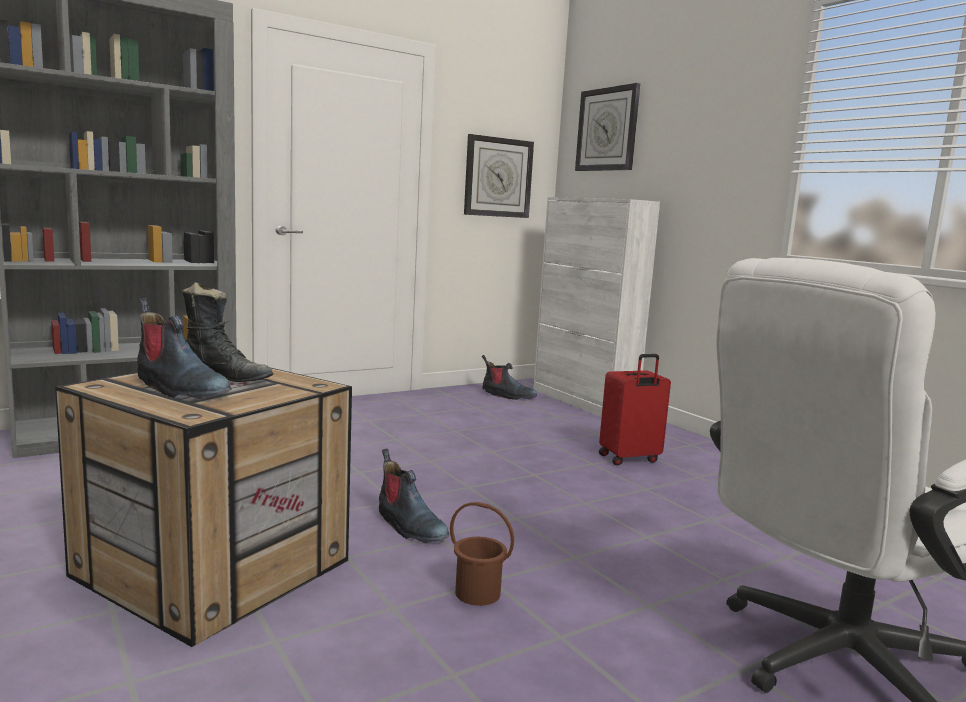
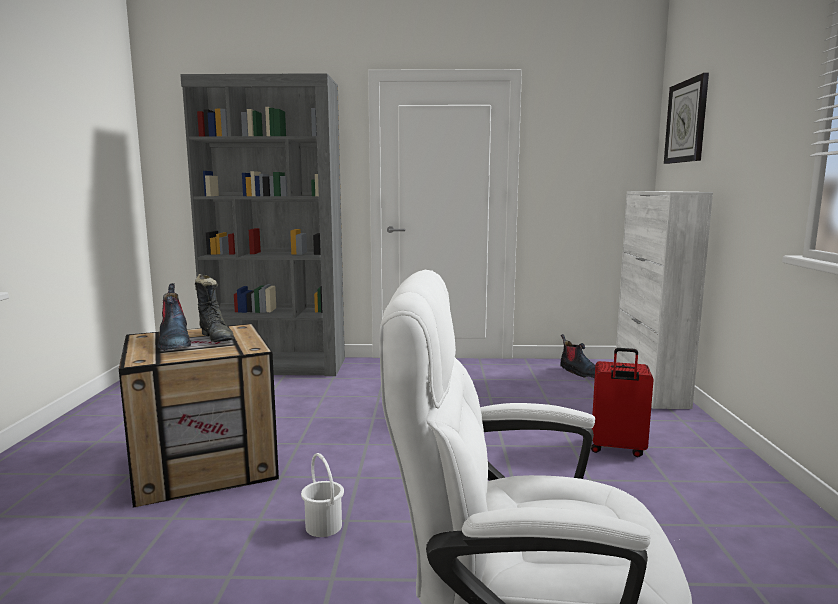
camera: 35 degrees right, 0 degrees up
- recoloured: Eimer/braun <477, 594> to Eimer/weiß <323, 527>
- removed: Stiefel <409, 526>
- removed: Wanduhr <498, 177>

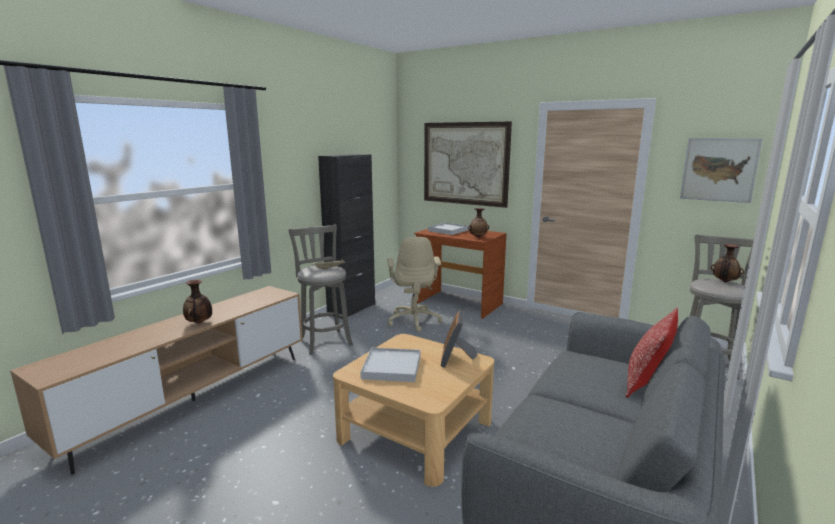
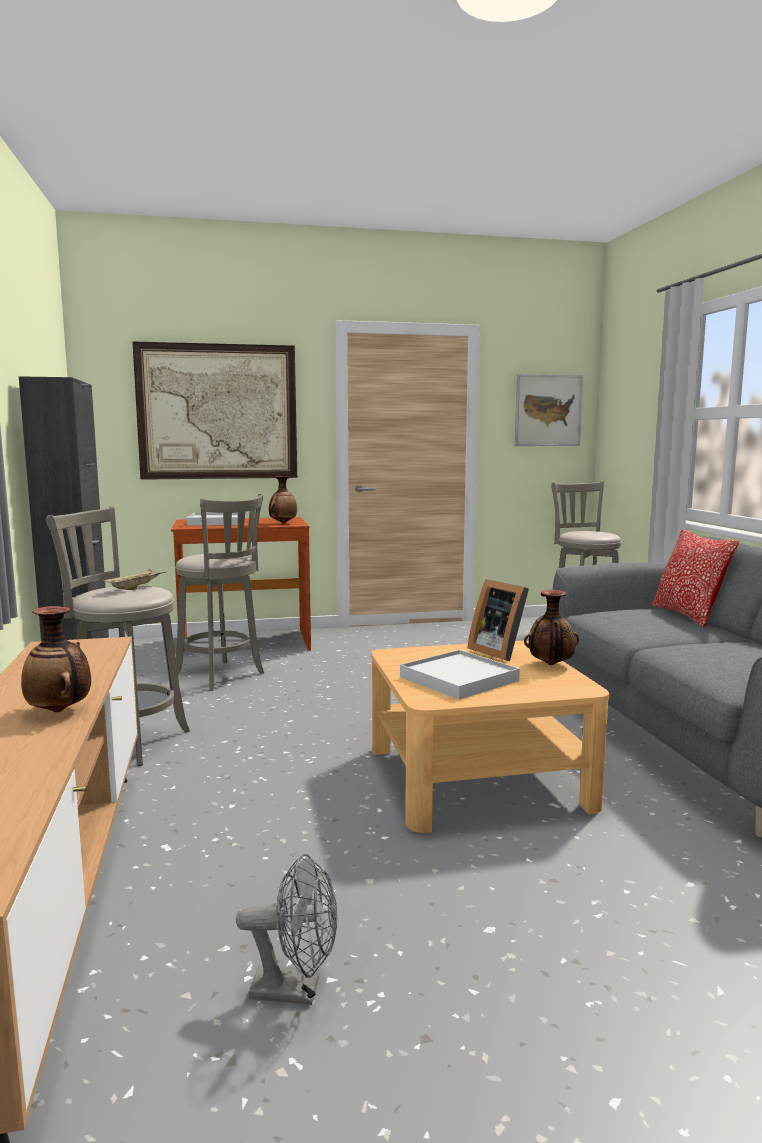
camera: 45 degrees left, 5 degrees down
- replaced: Bürostuhl/beige <414, 320> to Hocker/grau <222, 676>
- added: Ventilator/grau <296, 990>
- moved: Vase <724, 282> to <550, 665>

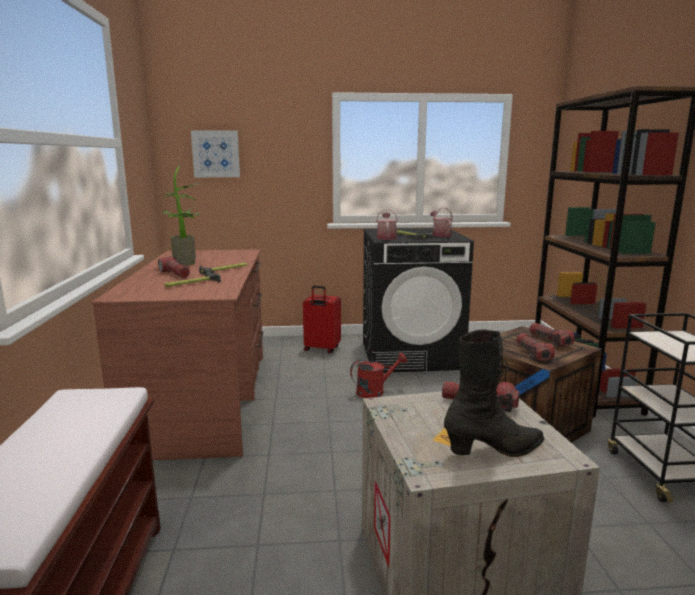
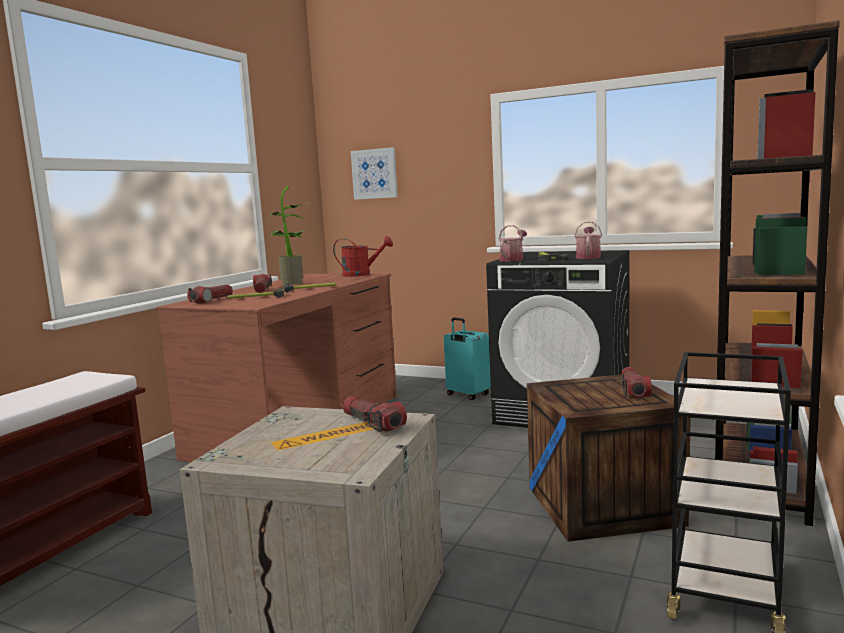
camera: 30 degrees right, 5 degrees down
- moved: Taschenlampe <532, 353> to <212, 300>
- moved: Gießkanne/rot <375, 391> to <362, 274>
- recoloured: Koffer/rot <321, 349> to Koffer/türkis <467, 395>
- removed: Stiefel/schwarz <495, 450>

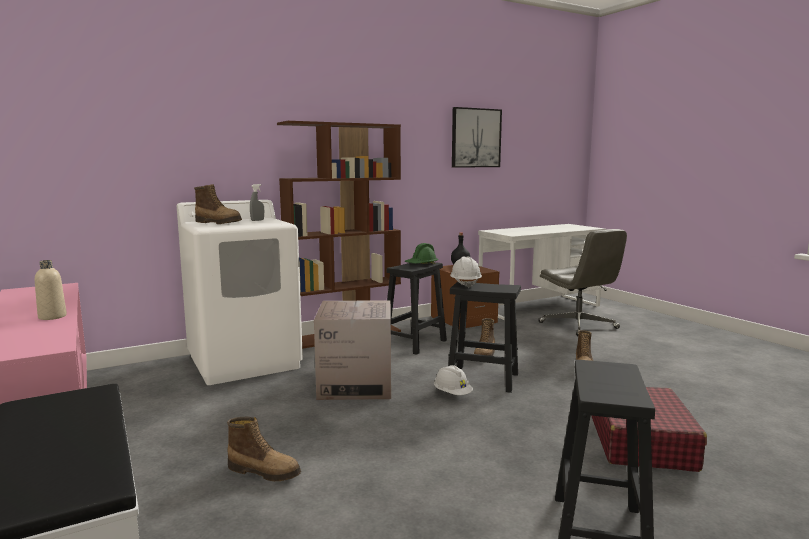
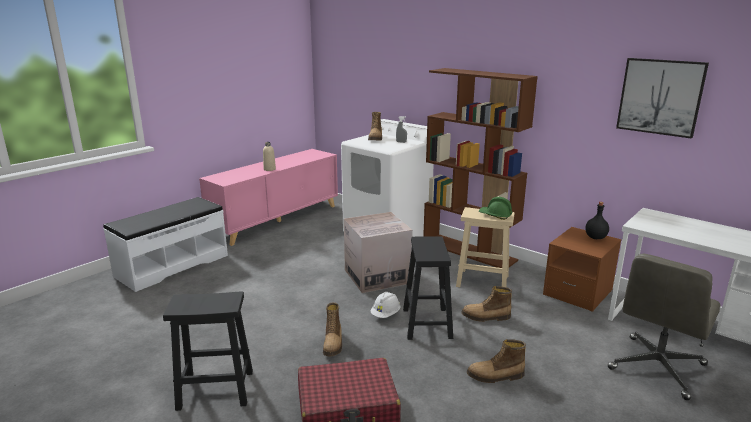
camera: 70 degrees right, 10 degrees up
- moved: Stiefel <265, 471> to <333, 344>
- recoloured: Hocker/schwarz <415, 343> to Hocker/beige <483, 281>
- removed: Schutzhelm/weiß <465, 284>

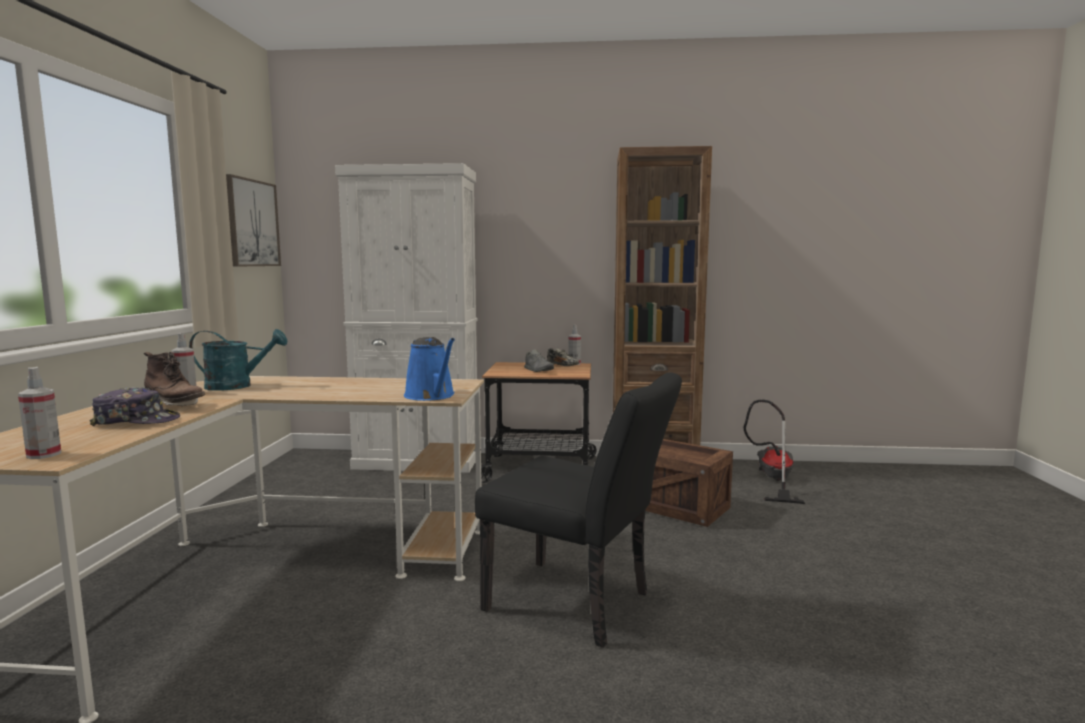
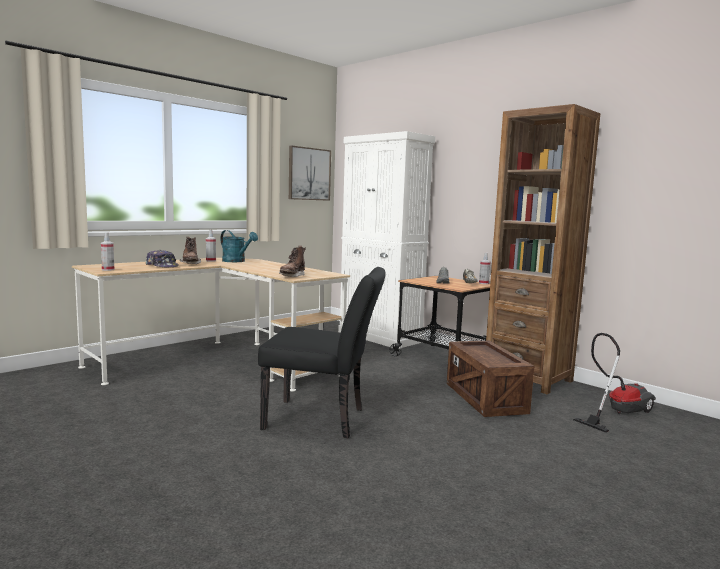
camera: 40 degrees right, 0 degrees up
- turned: Stuhl/schwarz <578, 605> = <322, 419> 60 degrees counterclockwise
- replaced: Gießkanne/blau <431, 396> to Stiefel/braun <292, 276>

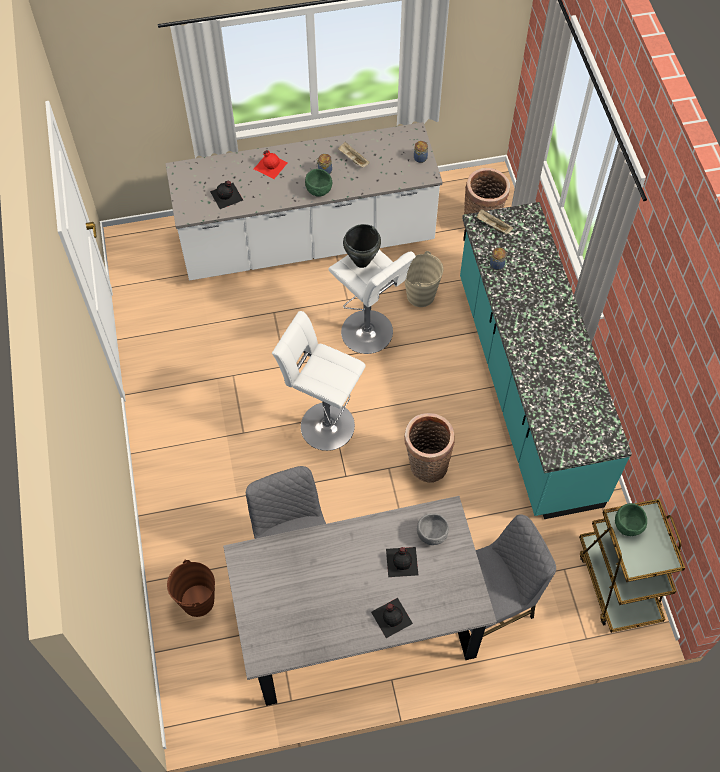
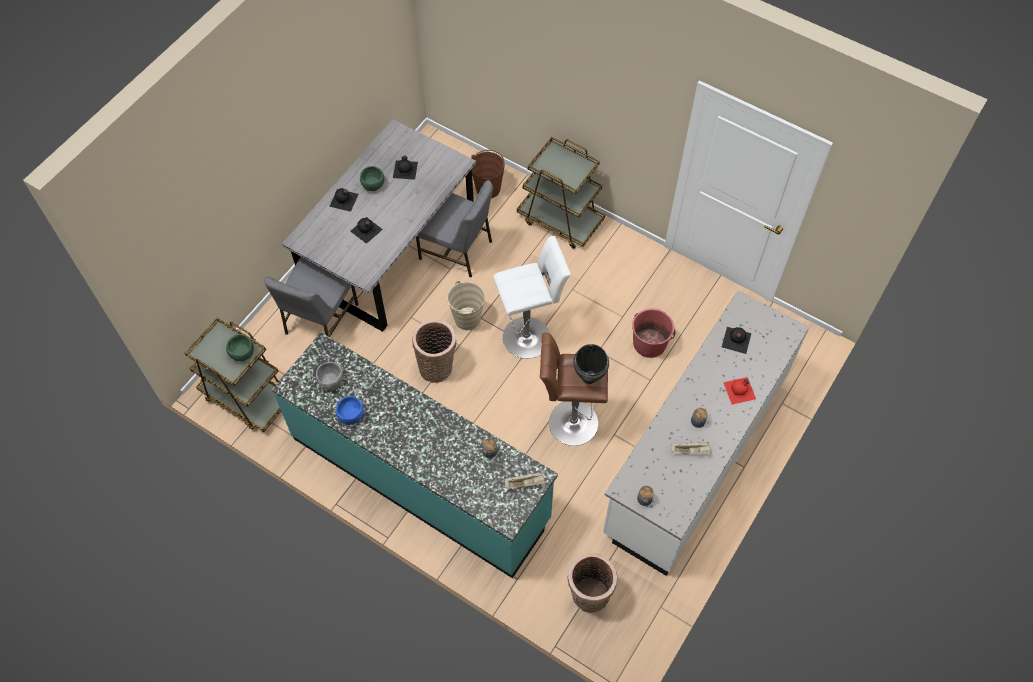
camera: 135 degrees right, 0 degrees up
- moved: Schüssel/grau <431, 535> to <331, 381>
- added: Schüssel/blau <351, 416>
- moved: Schüssel/grün <318, 191> to <373, 185>
- added: Flasche/schwarz <405, 169>
- moved: Eimer/beige <421, 295> to <467, 319>
- added: Rollwagen/braun <560, 220>
- recoloured: Hocker/weiß <370, 334> to Hocker/braun <569, 422>
- added: Eimer/rot <649, 343>

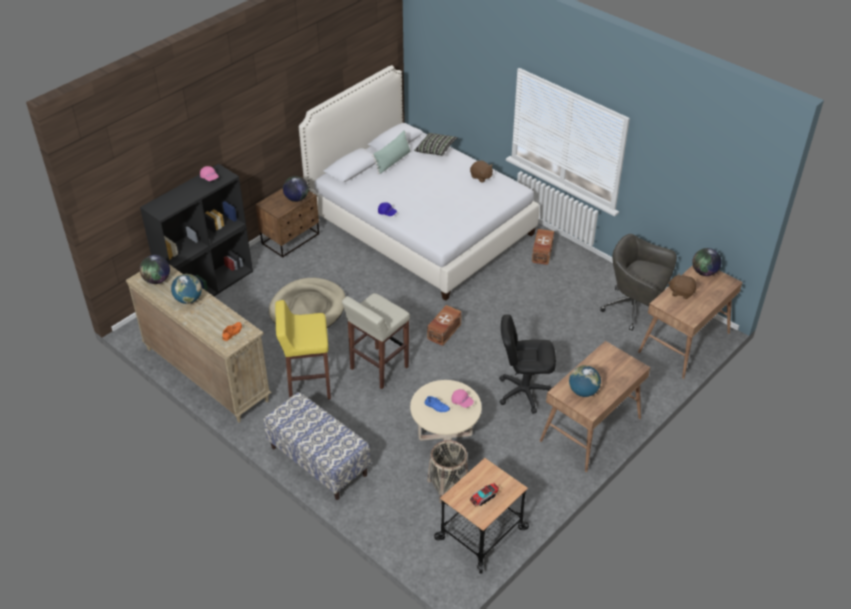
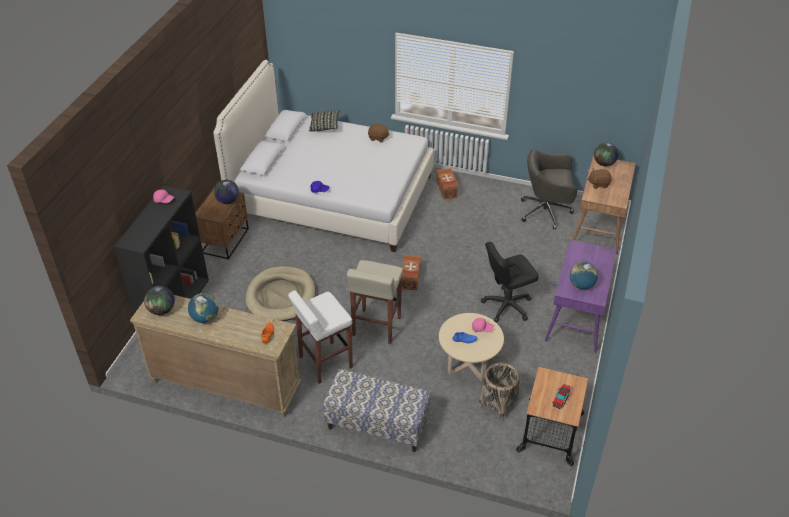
camera: 25 degrees left, 0 degrees up
- recoloured: Hocker/gelb <308, 385> to Hocker/weiß <324, 362>
- recoloured: Schreibtisch/braun <590, 430> to Schreibtisch/lila <577, 318>
- removed: Kissen/grün <393, 161>

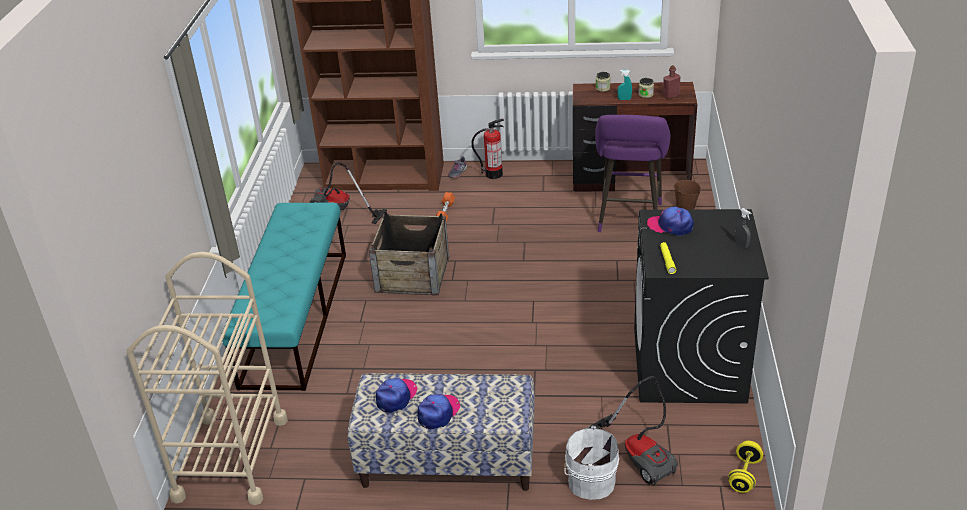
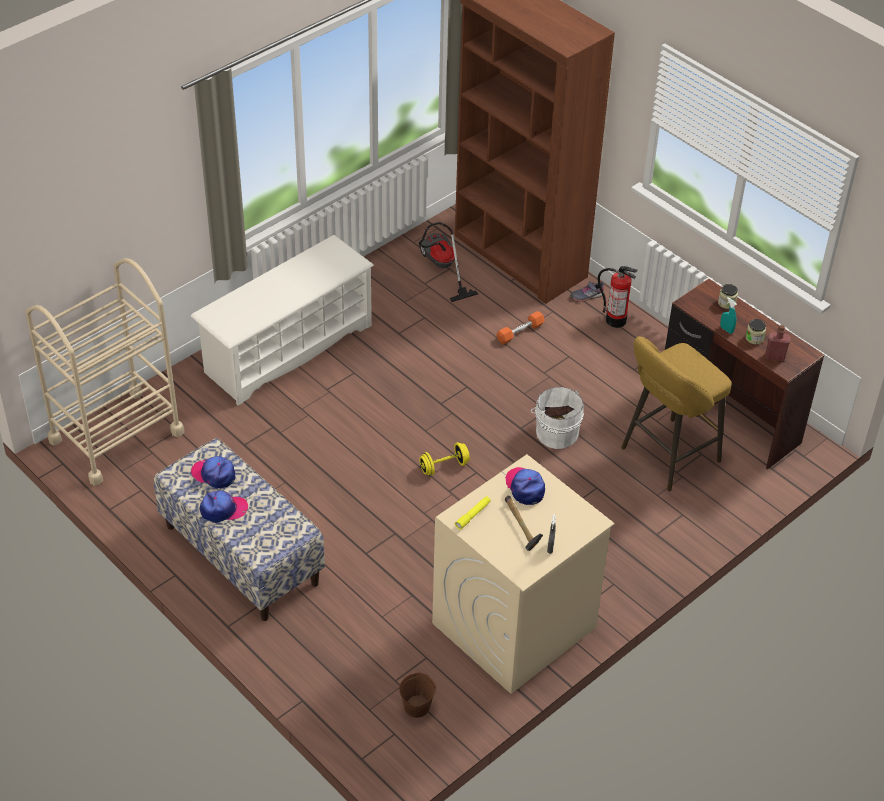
camera: 40 degrees right, 10 degrees up
- replaced: Bank/türkis <295, 317> to Schuhregal/weiß <288, 349>
- turned: Kappe <396, 397> = <214, 474> 135 degrees counterclockwise
- moved: Eimer/braun <686, 206> to <417, 707>
- moved: Hantel/gelb <744, 475> to <444, 466>
- recoloured: Waschmaschine/schwarz <689, 365> to Waschmaschine/beige <514, 626>
- added: Hammer <521, 527>
- moved: Eimer/weiß <589, 481> to <556, 432>
- recoloured: Hocker/lila <629, 220> to Hocker/gelb <666, 457>
- removed: Kiste <413, 274>
- removed: Staubsauger <640, 455>

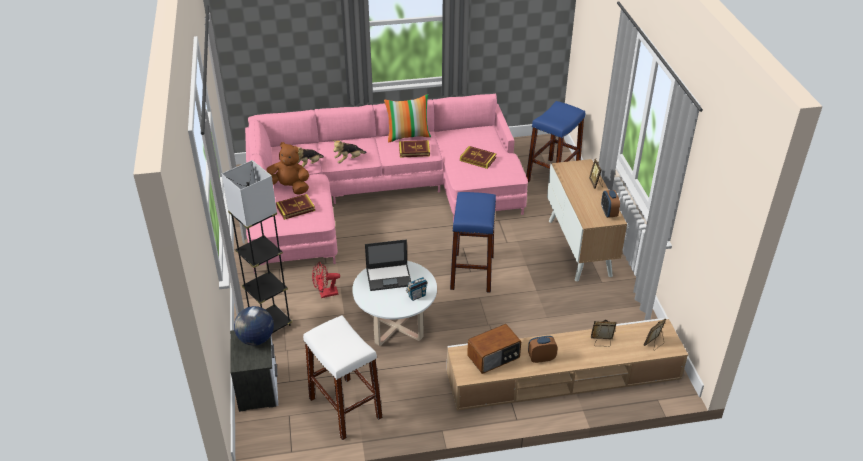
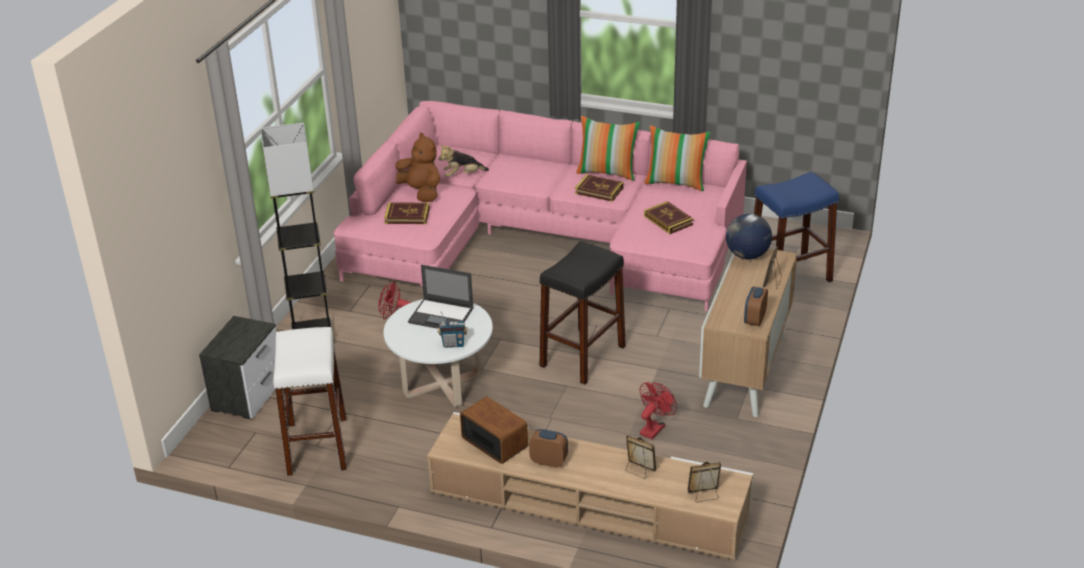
camera: 30 degrees right, 5 degrees down
- turned: Radio <494, 357> = <495, 441> 135 degrees counterclockwise
- recoloured: Hocker/blau <472, 272> to Hocker/schwarz <582, 356>
- added: Ventilator/rot <654, 428>
- added: Kissen <676, 182>
- moved: Globus <256, 339> to <747, 255>
- removed: Plüschtier <349, 160>

